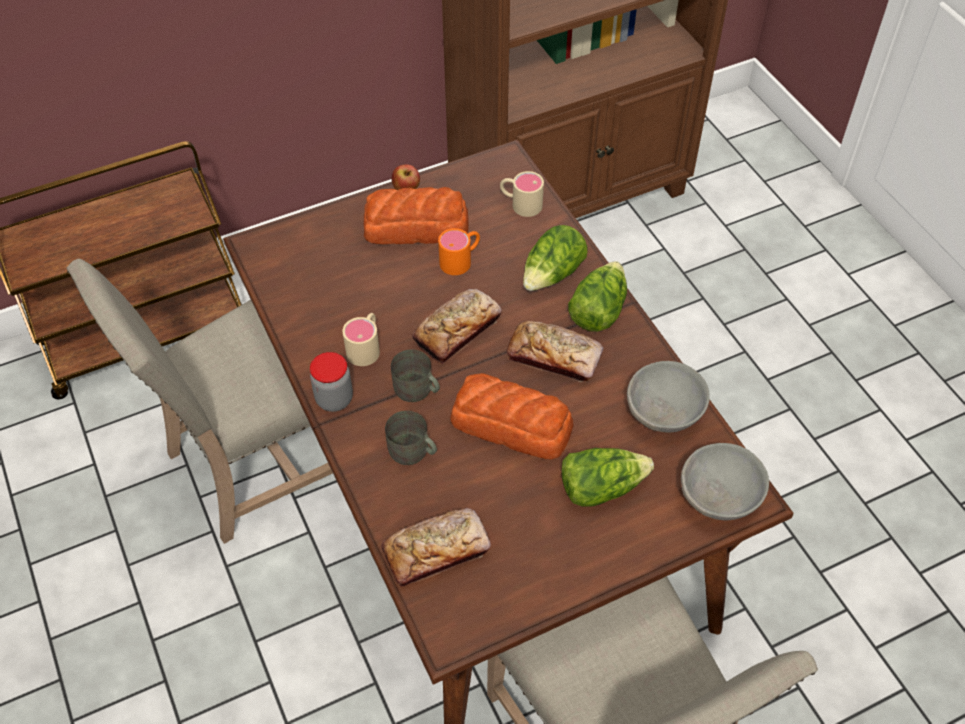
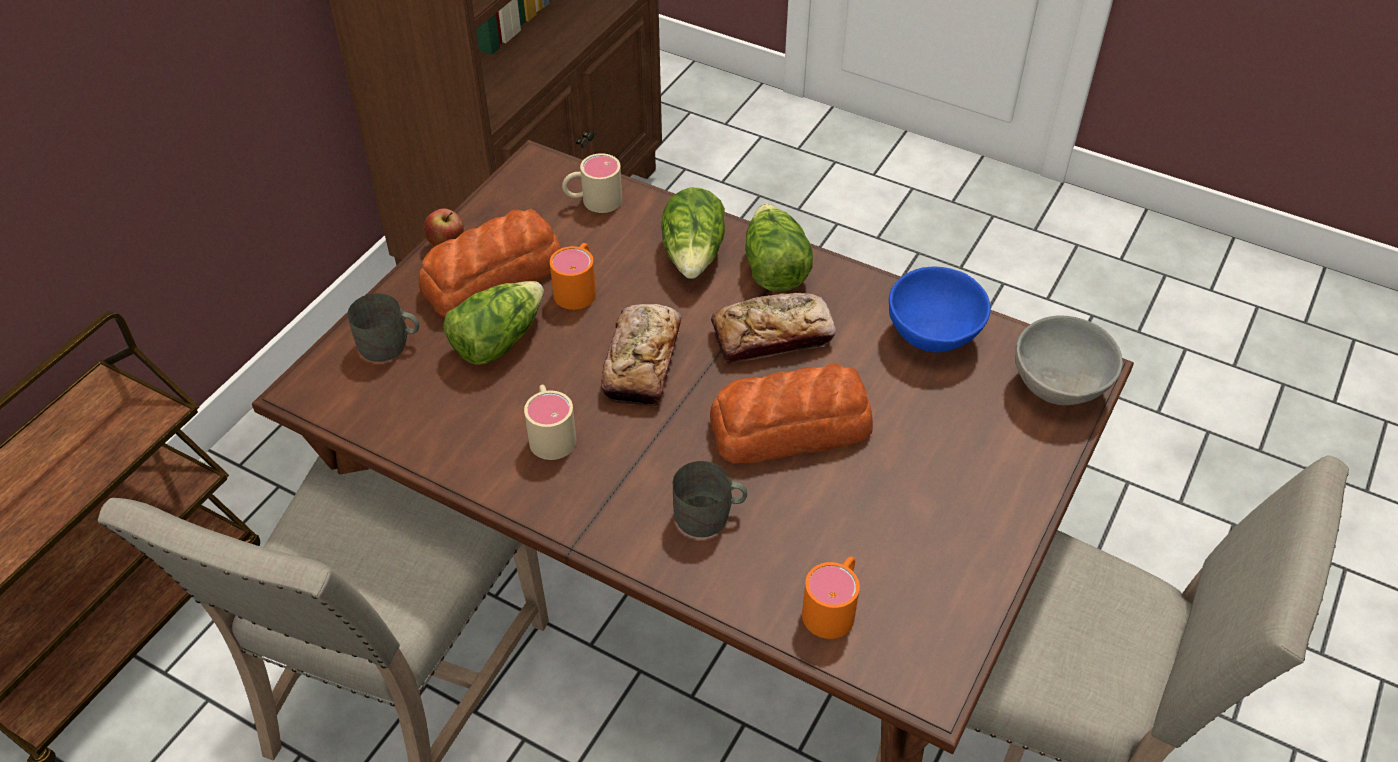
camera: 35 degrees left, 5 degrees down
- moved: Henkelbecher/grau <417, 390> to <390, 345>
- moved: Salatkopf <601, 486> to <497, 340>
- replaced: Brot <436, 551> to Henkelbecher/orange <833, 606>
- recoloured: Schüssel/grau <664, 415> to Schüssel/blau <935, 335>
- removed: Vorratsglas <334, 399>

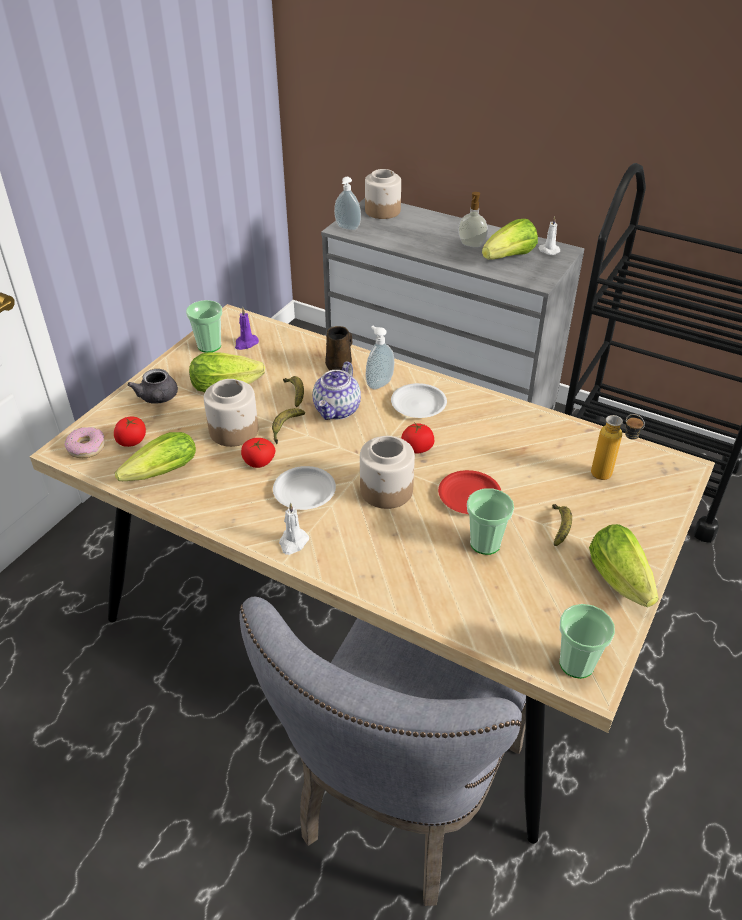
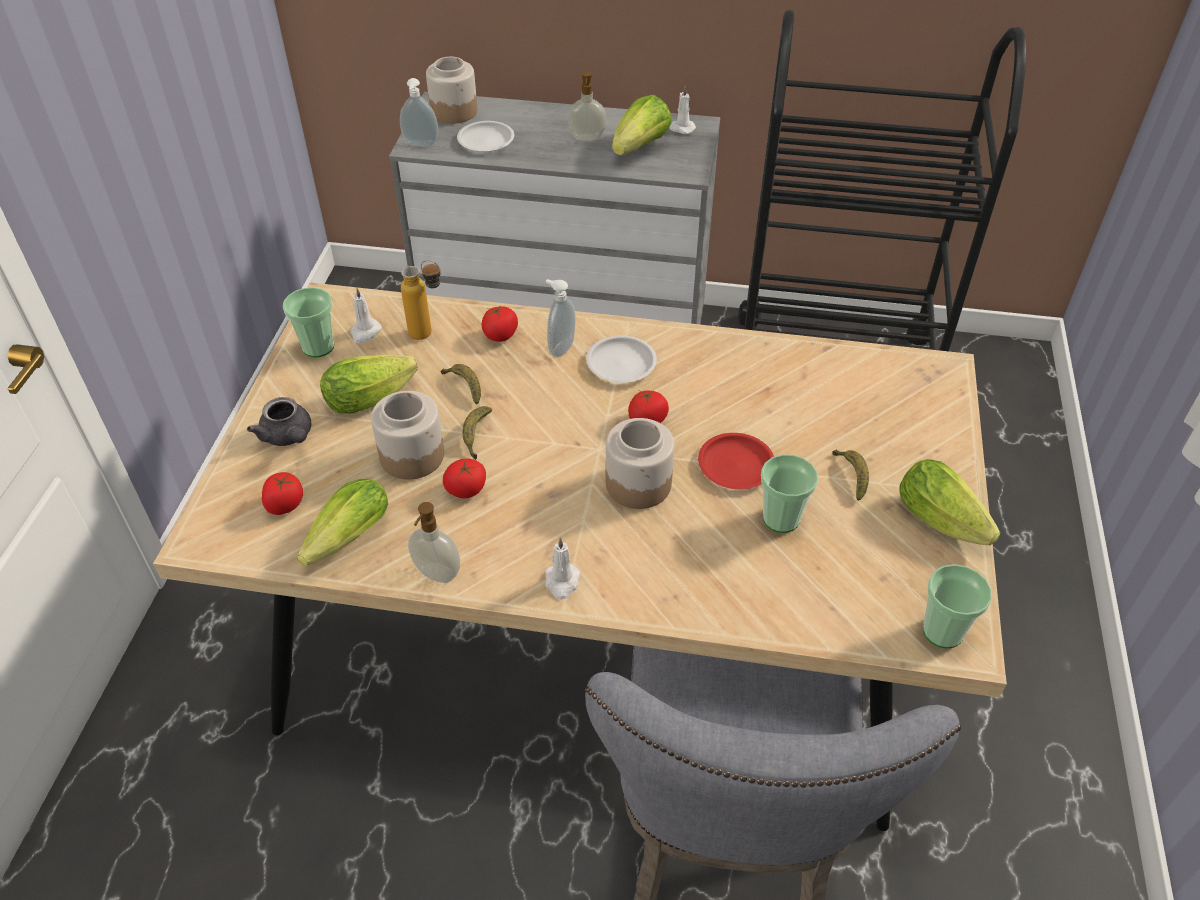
camera: 20 degrees left, 5 degrees up
- recoloured: Kerze/lila <246, 343> to Kerze/weiß <365, 332>
- moved: Flasche <609, 477> to <429, 335>
- added: Seifenspender <436, 574>
- moved: Teller/weiß <304, 491> to <485, 141>
- replaced: Henkelbecher/braun <339, 366> to Tomate <500, 335>
- removed: Donut <86, 447>
- removed: Teekanne <337, 410>

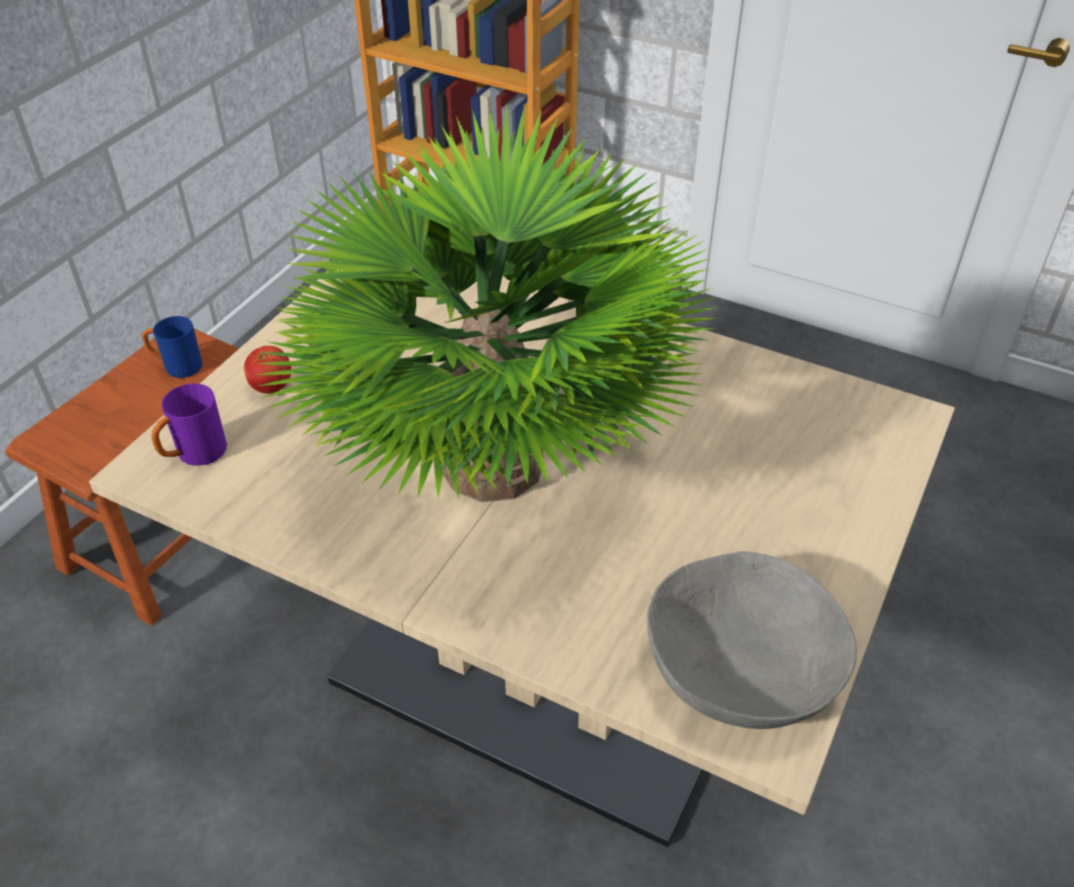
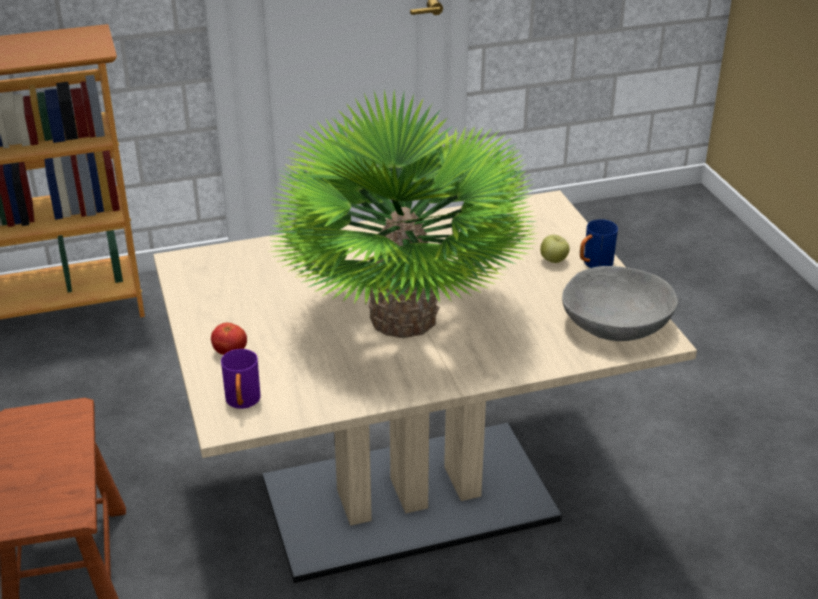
camera: 45 degrees left, 10 degrees down
- added: Apfel <553, 260>
- moved: Henkelbecher/blau <176, 366> to <594, 264>

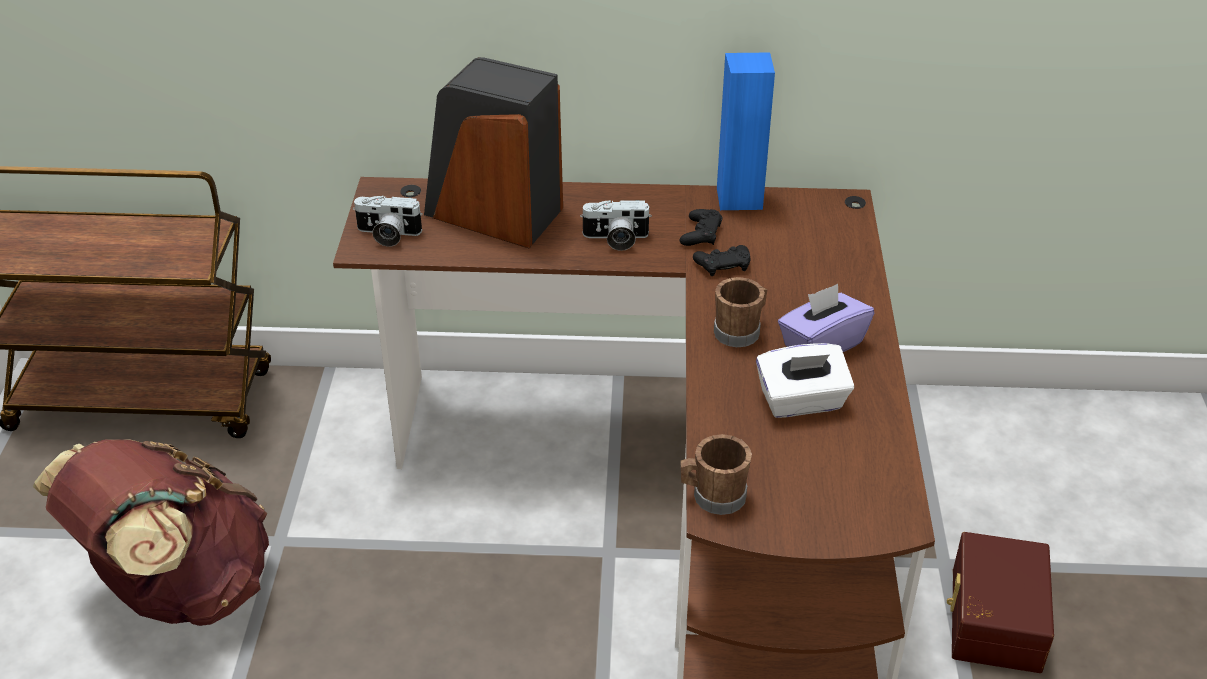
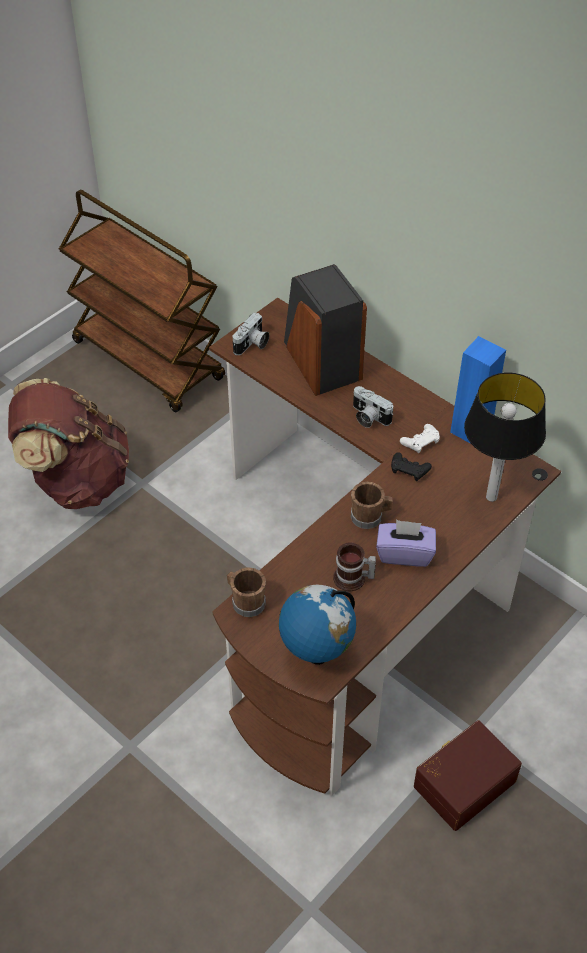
camera: 40 degrees right, 10 degrees up
- turned: Kamera <387, 235> = <252, 344> 105 degrees counterclockwise
- added: Globus <316, 654>
- replaced: Taschentuchbox/weiß <801, 402> to Henkelbecher <352, 580>
- recoloured: Gamepad/schwarz <701, 234> to Gamepad/weiß <420, 441>
- added: Tischlampe <492, 497>

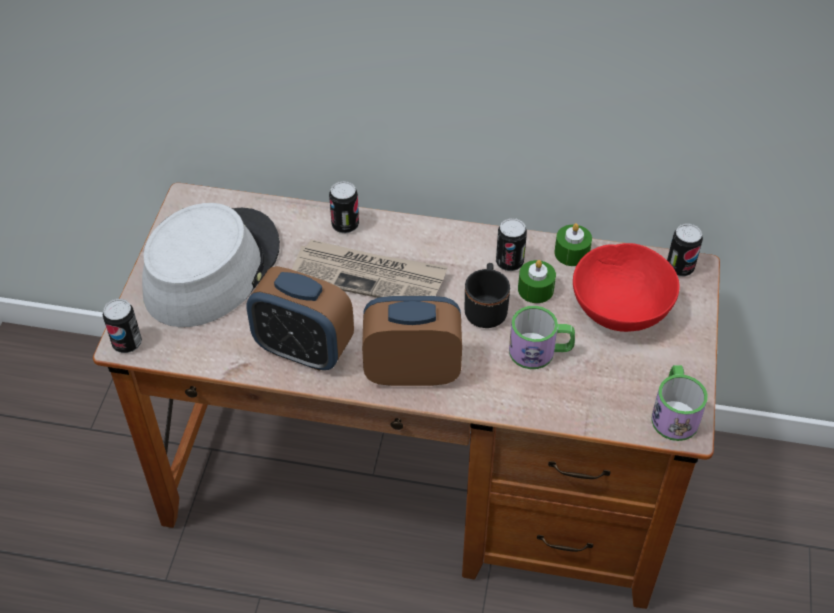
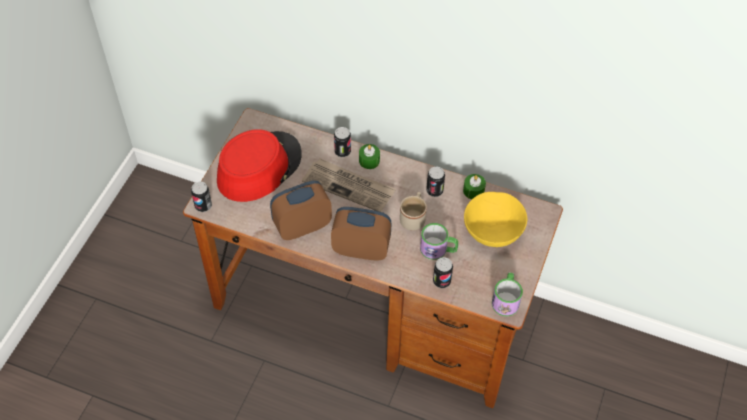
camera: 10 degrees right, 5 degrees up
- recoloured: Hut/grau <211, 268> to Hut/rot <259, 167>
- turned: Wecker <303, 350> = <302, 226> 120 degrees clockwise
- moved: Kerze/grün <535, 289> to <369, 160>
- recoloured: Henkelbecher/schwarz <486, 308> to Henkelbecher/beige <413, 218>
- moved: Dose <680, 268> to <441, 281>
- recoloured: Schüssel/rot <620, 309> to Schüssel/gelb <492, 231>

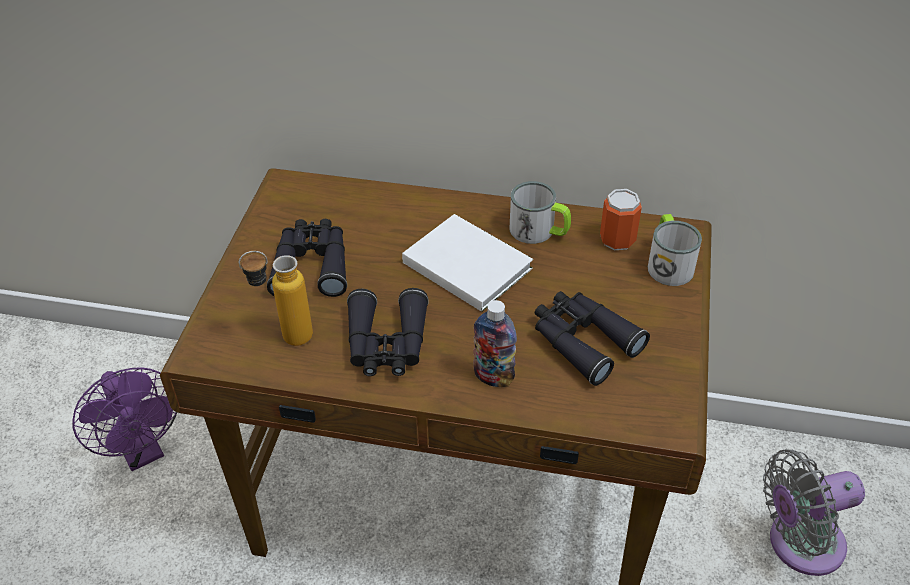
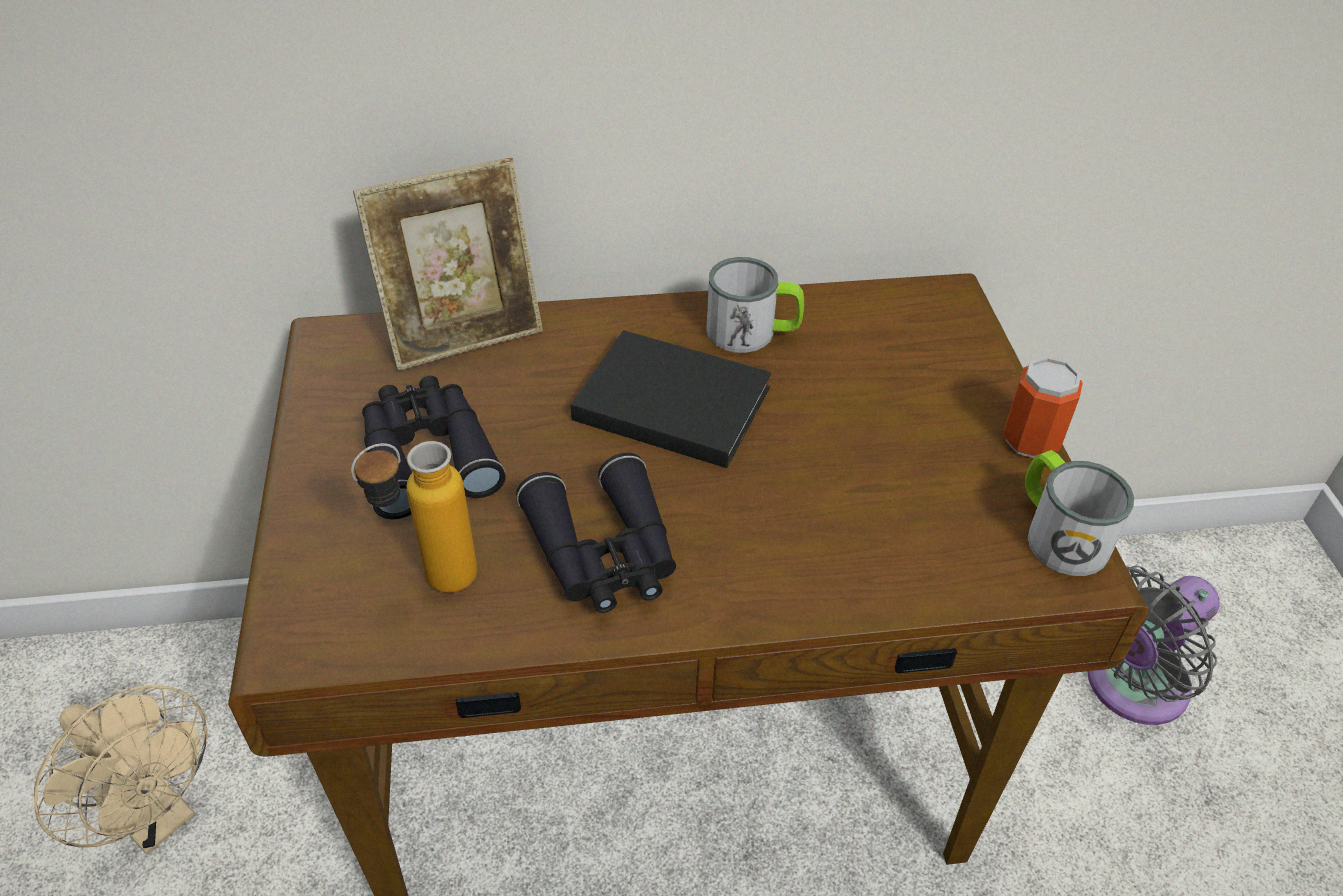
camera: 20 degrees left, 0 degrees up
- recoloured: Ventilator/lila <143, 451> to Ventilator/beige <156, 816>
- added: Bilderrahmen <463, 334>
- recoloured: Buch/weiß <466, 263> to Buch/schwarz <668, 400>
- moved: Dose <617, 240> to <1031, 440>
- moved: Henkelbecher <668, 263> to <1058, 533>
- removed: Flasche <493, 377>
- removed: Fernglas/schwarz <582, 341>

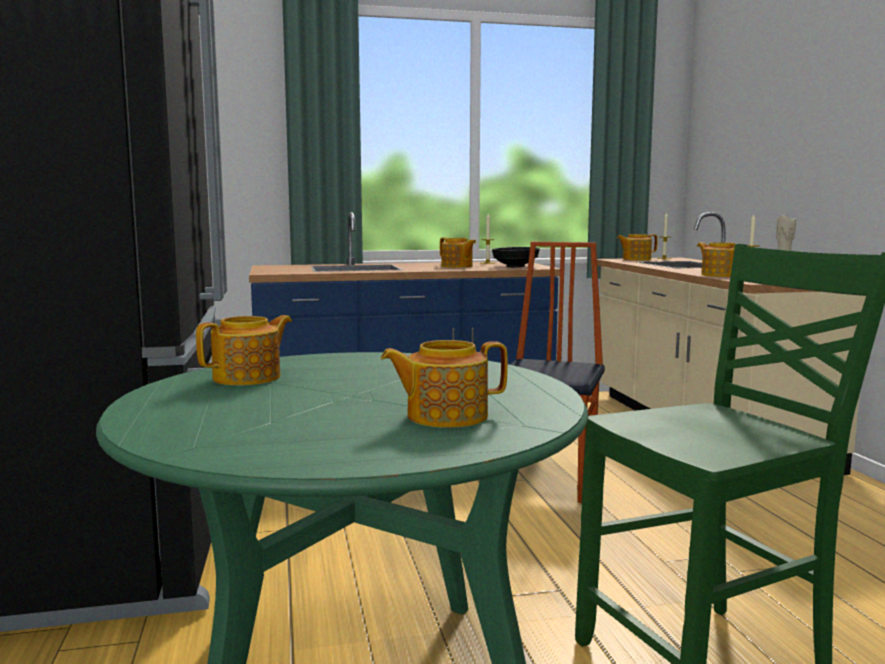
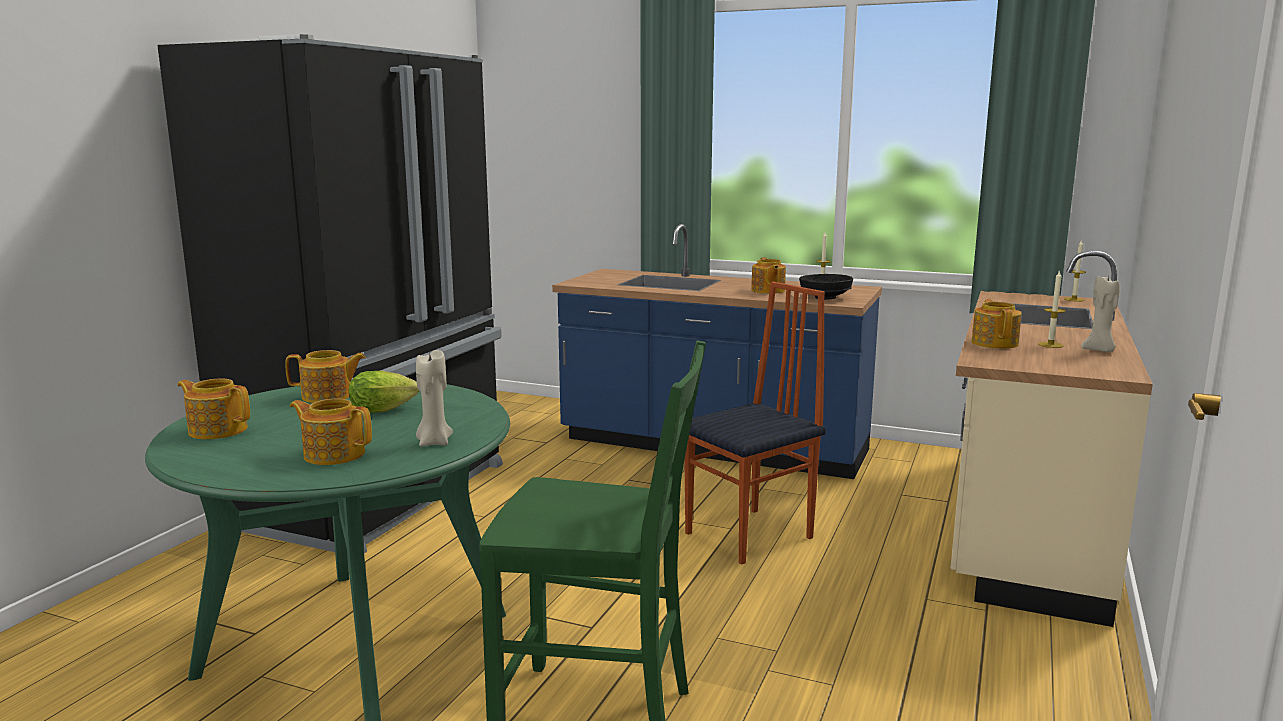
camera: 35 degrees right, 5 degrees up
- moved: Teekanne <635, 259> to <217, 430>
- added: Salatkopf <386, 410>
- added: Kerze/beige <434, 442>

